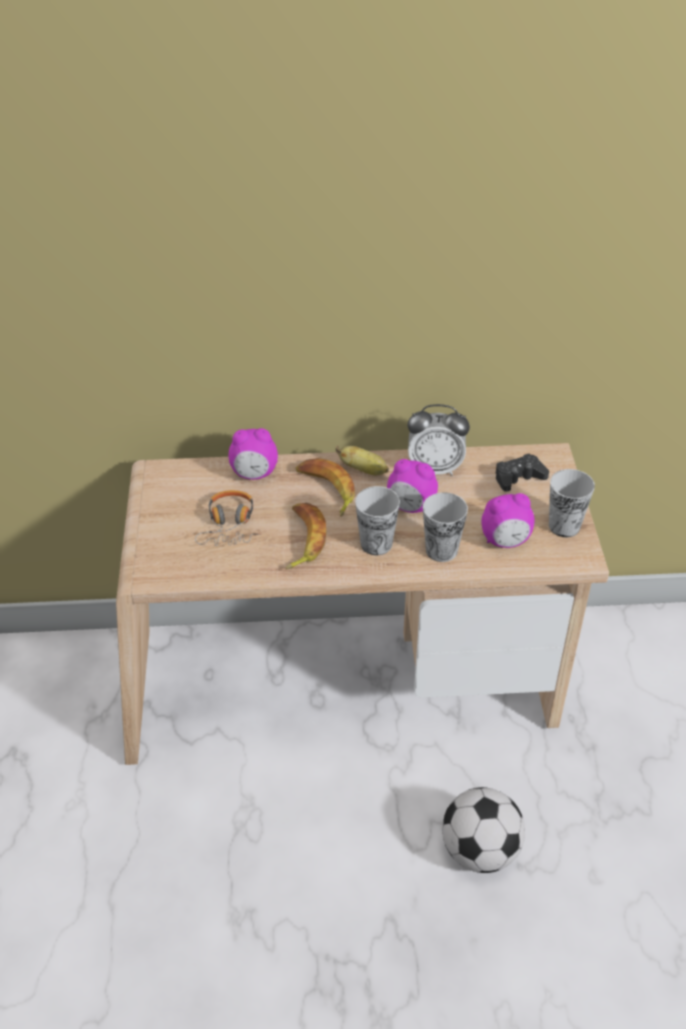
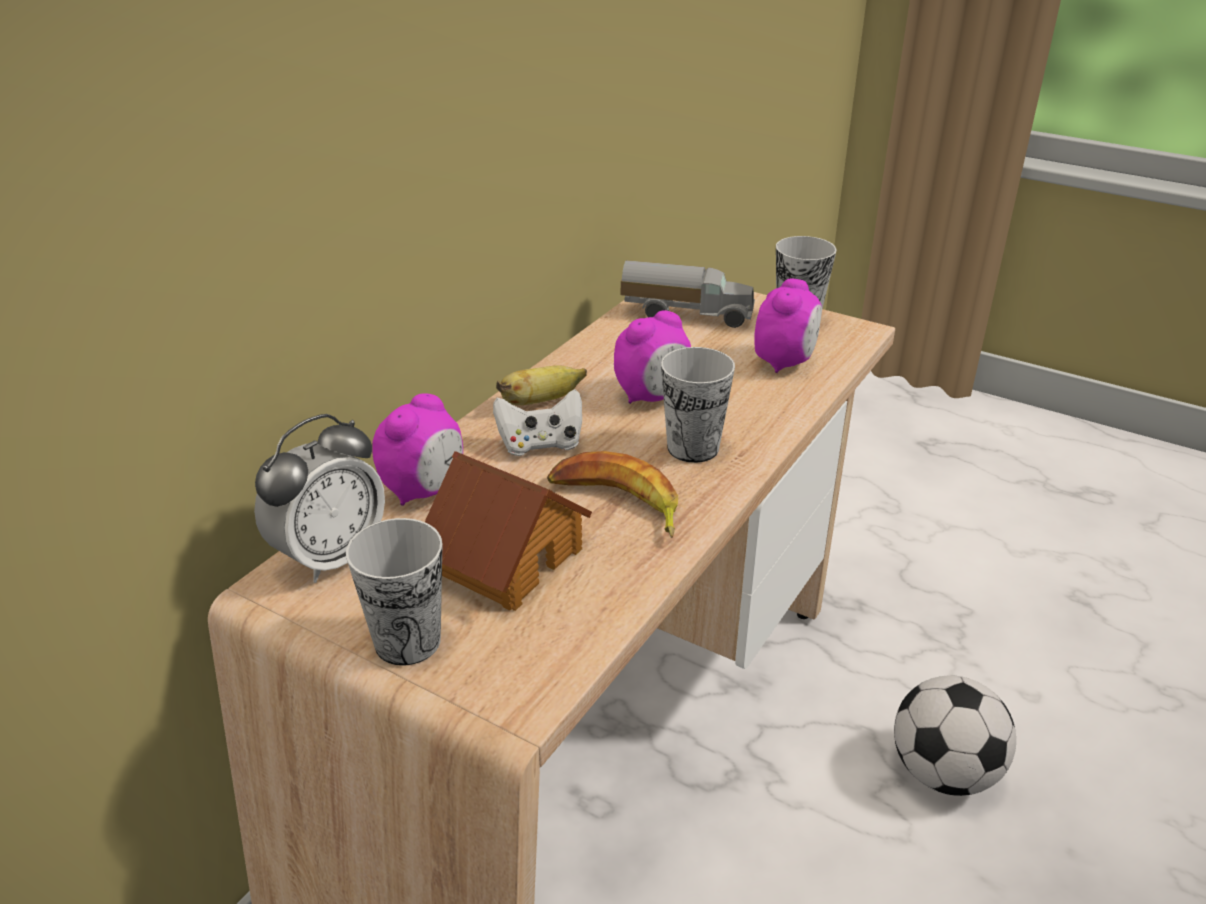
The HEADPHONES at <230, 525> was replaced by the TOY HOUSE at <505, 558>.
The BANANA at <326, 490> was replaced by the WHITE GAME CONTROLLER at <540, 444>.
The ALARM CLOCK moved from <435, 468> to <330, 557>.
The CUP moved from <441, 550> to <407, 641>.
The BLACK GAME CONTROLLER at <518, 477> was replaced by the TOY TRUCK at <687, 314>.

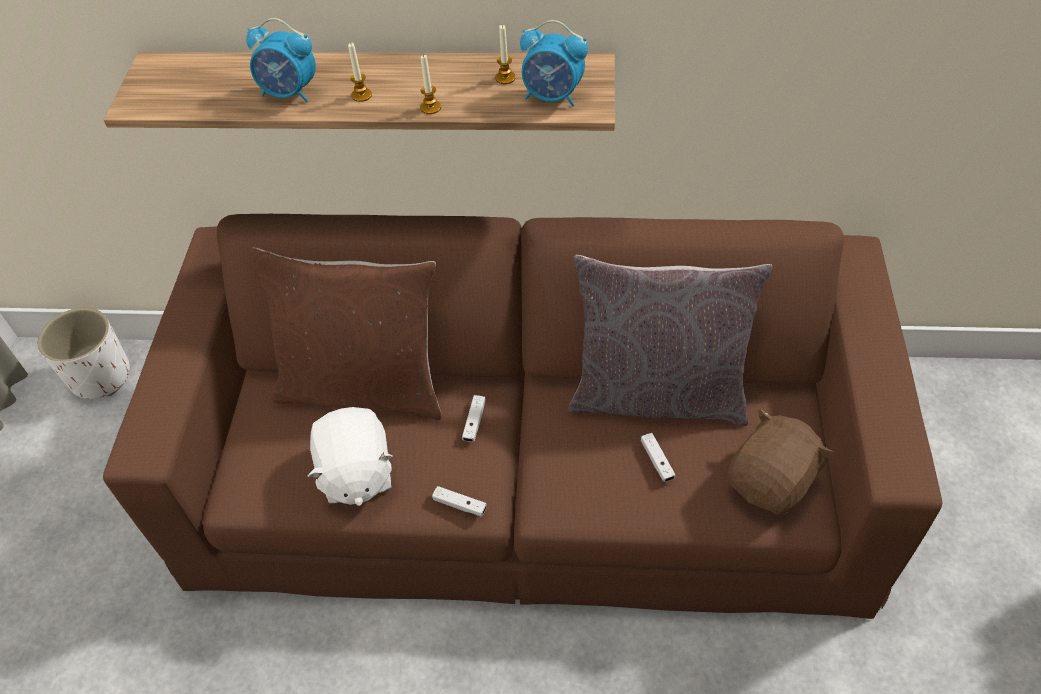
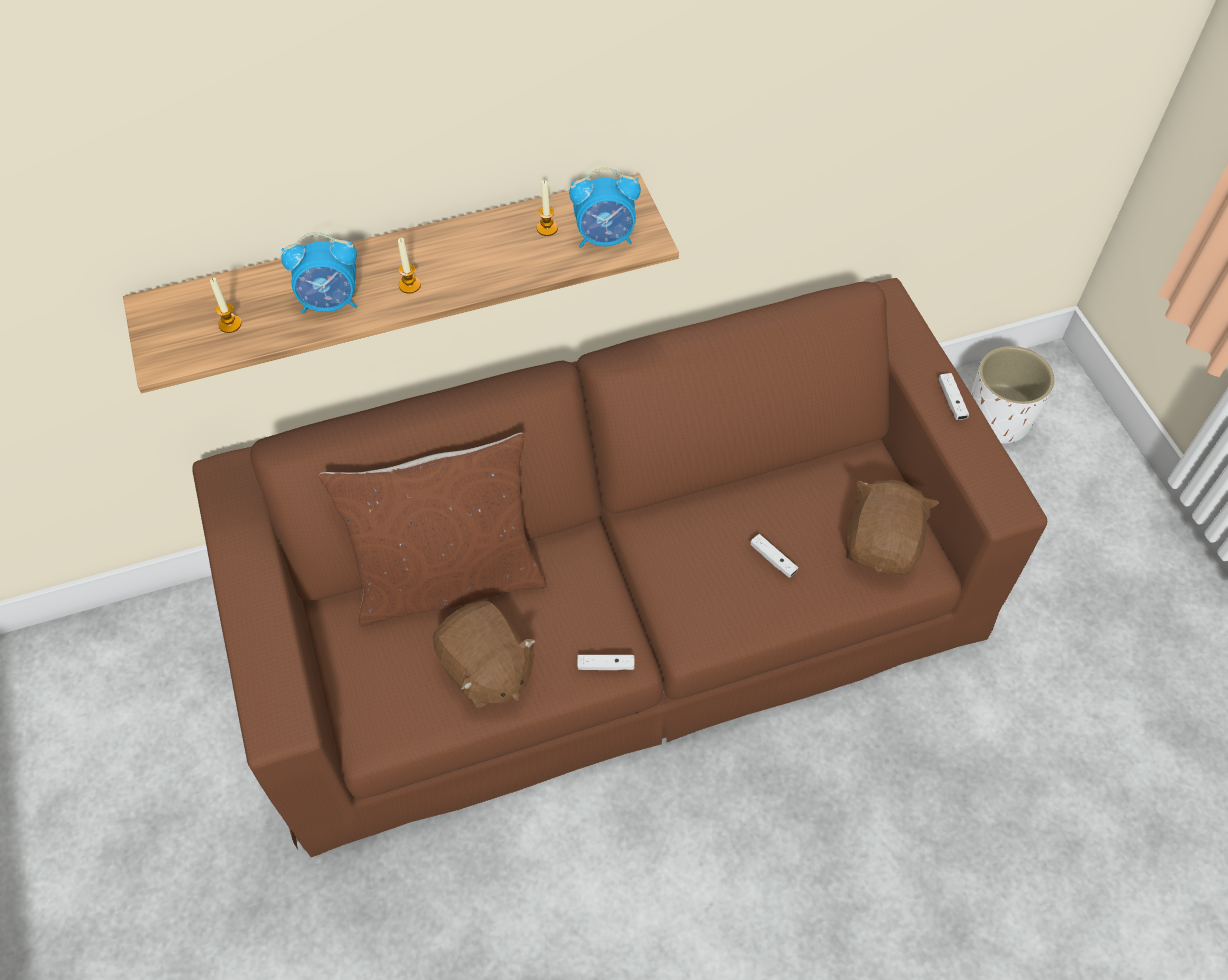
The WHITE PLANTER moved from <101, 376> to <997, 419>.
The WHITE PLUSH TOY at <355, 473> became the BROWN PLUSH TOY at <486, 670>.
The CANDLE moved from <430, 107> to <230, 324>.
The WHITE GAME CONTROLLER moved from <474, 422> to <951, 401>.
The GREY PILLOW at <657, 394> disappeared.

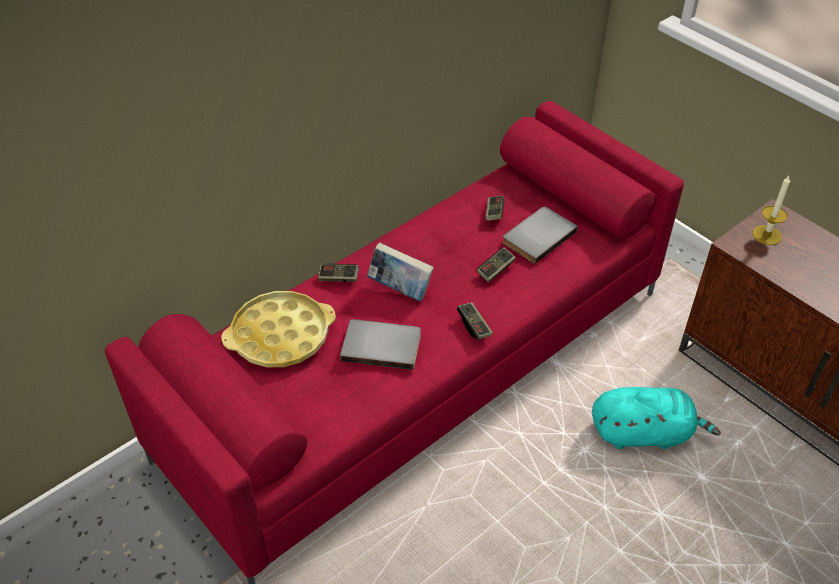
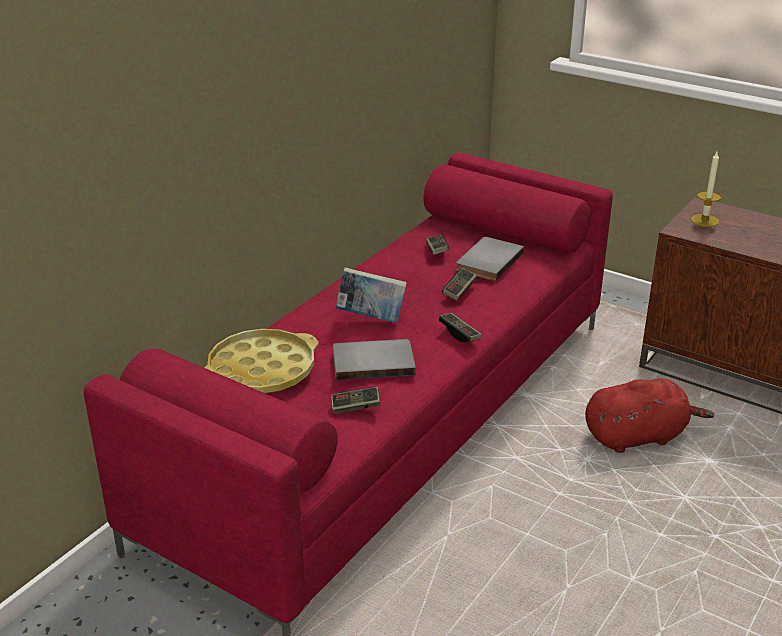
The GAME CONTROLLER moved from <338, 278> to <355, 407>.
The TURQUOISE PLUSH TOY at <644, 433> became the RED PLUSH TOY at <638, 437>.

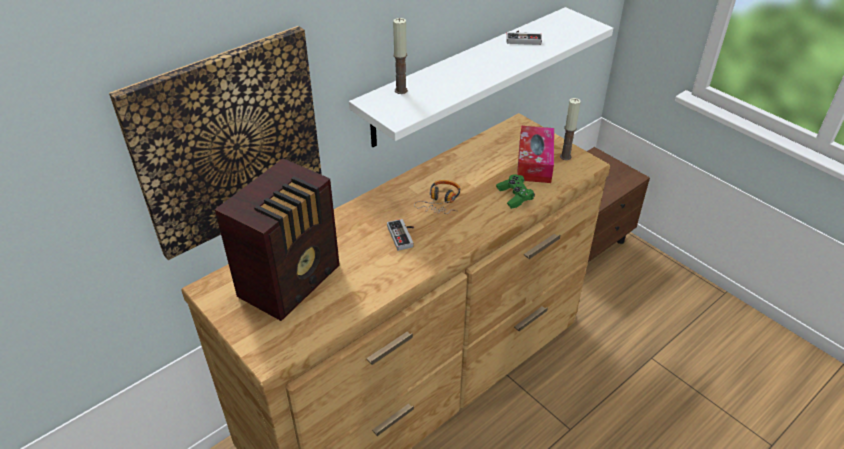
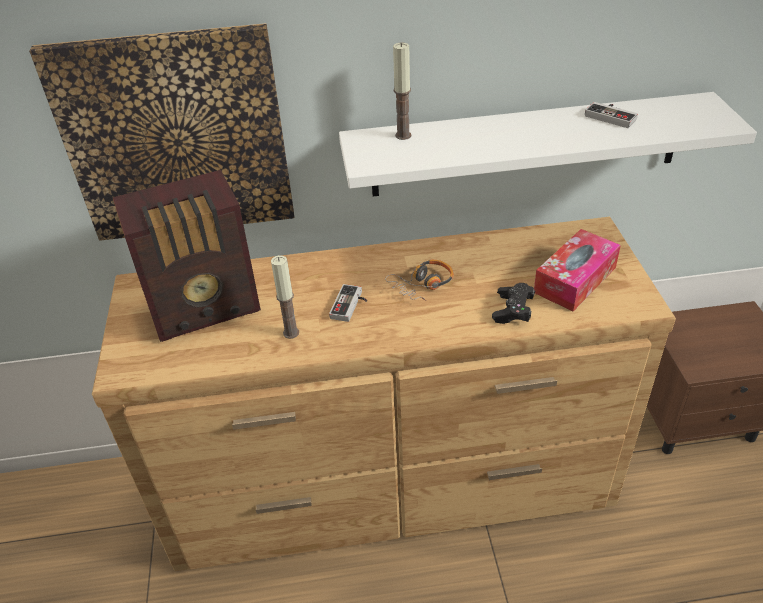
The GREEN GAME CONTROLLER at <514, 196> became the BLACK GAME CONTROLLER at <513, 310>.
The CANDLE moved from <565, 156> to <291, 333>.

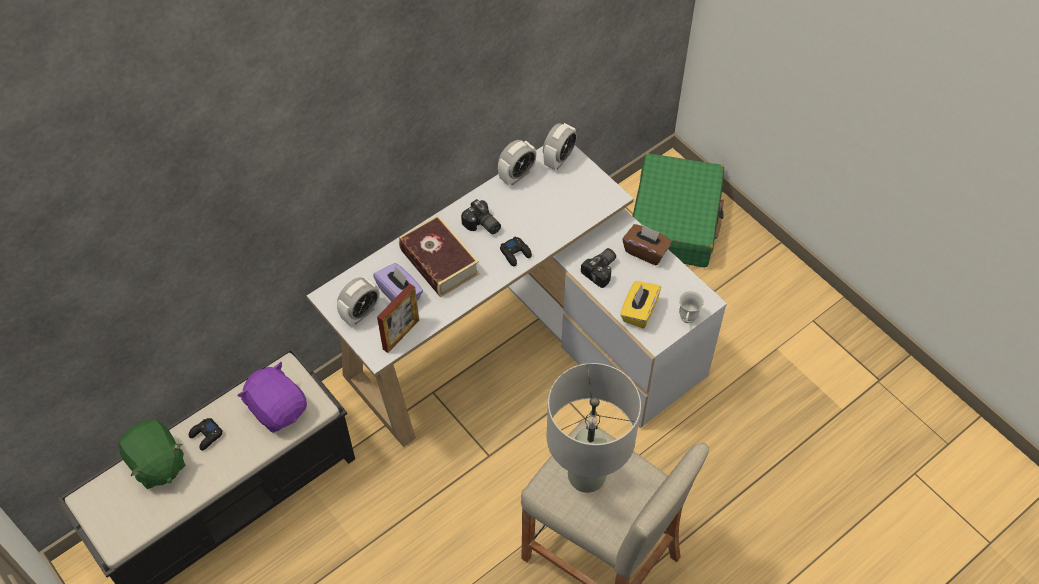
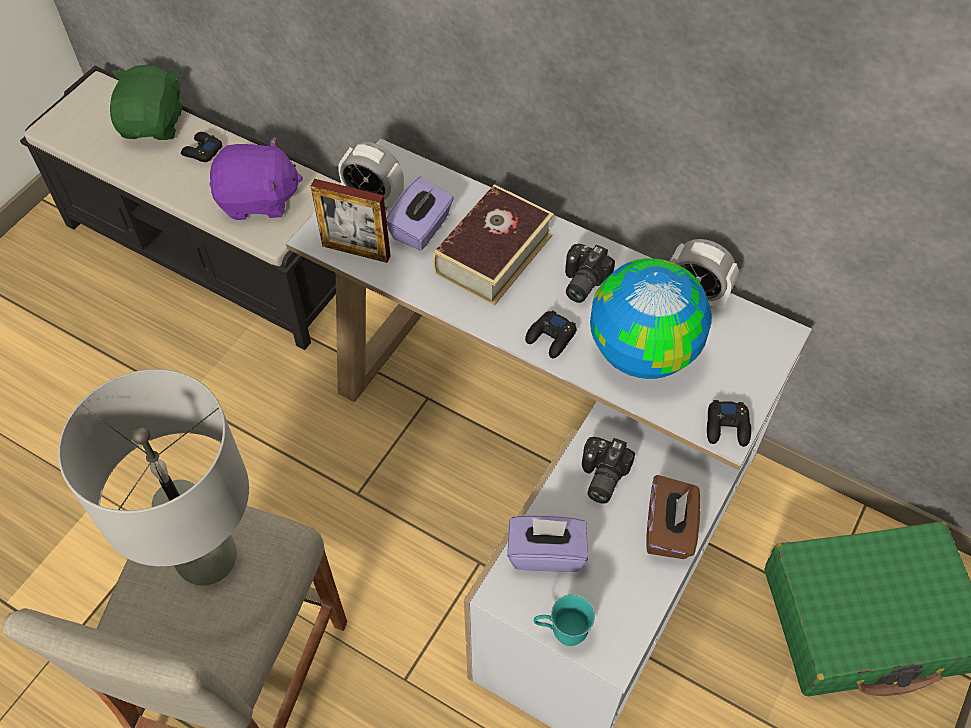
The GREEN PLUSH TOY at <156, 464> turned 150 degrees clockwise.
The PURPLE PLUSH TOY at <278, 408> turned 60 degrees clockwise.
The ALARM CLOCK at <559, 159> disappeared.
The PHOTO CAMERA at <602, 271> turned 90 degrees clockwise.
The YELLOW TISSUE BOX at <639, 311> became the PURPLE TISSUE BOX at <546, 552>.
The WHITE MUG at <687, 320> became the TURQUOISE MUG at <561, 633>.
The GLOBE at <641, 351> appeared.
The BLACK GAME CONTROLLER at <727, 427> appeared.

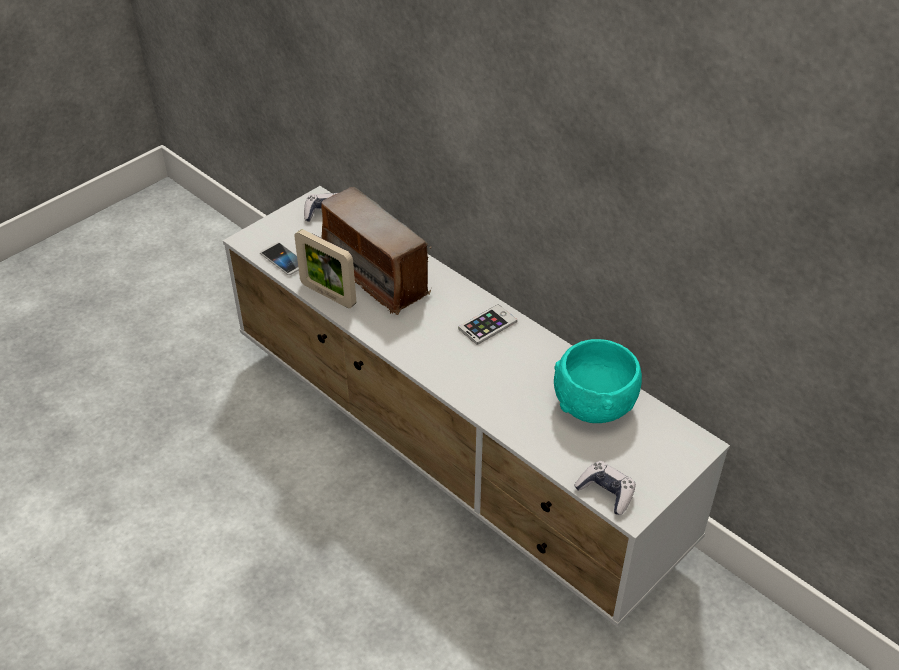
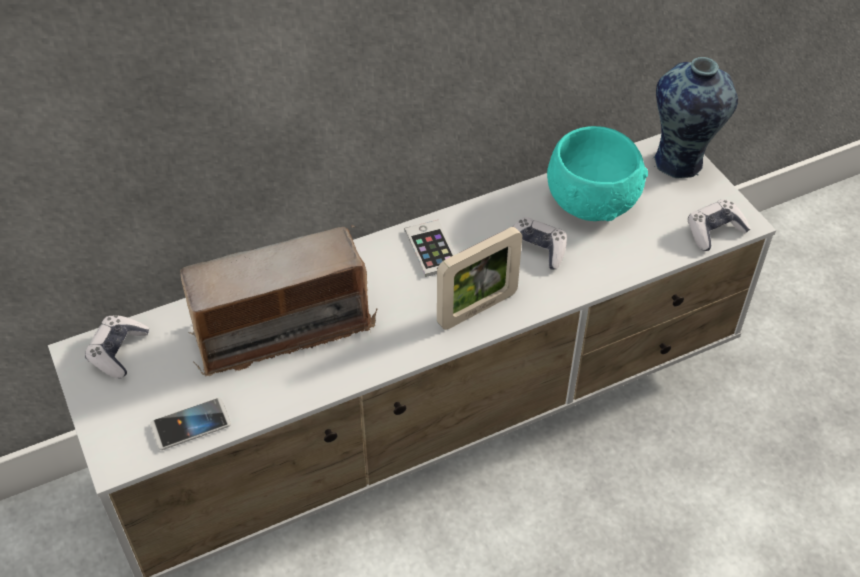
The PICTURE FRAME moved from <328, 294> to <477, 309>.
The GAME CONTROLLER at <536, 249> appeared.
The VASE at <681, 163> appeared.

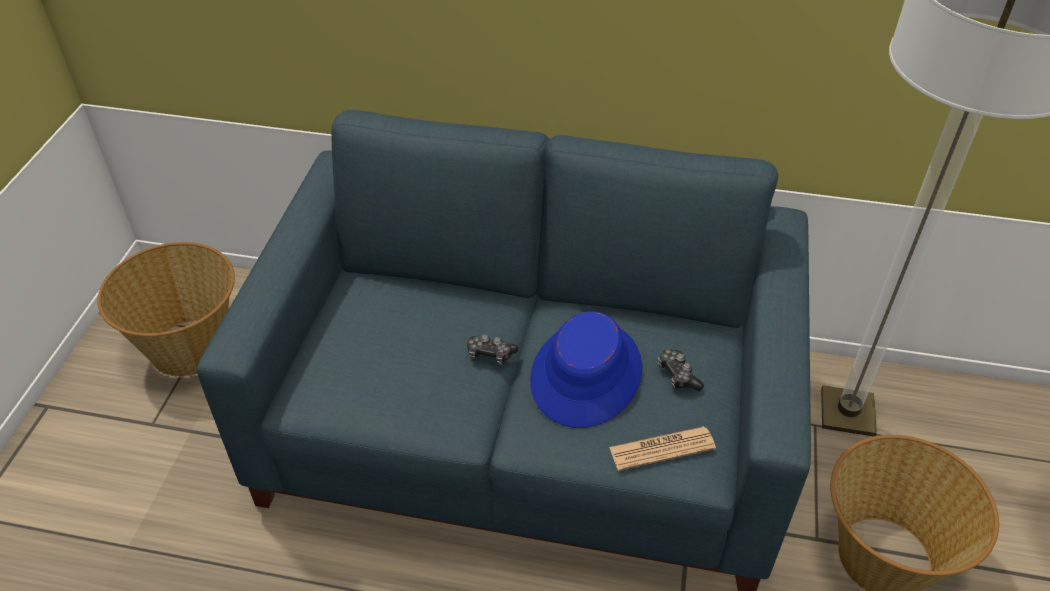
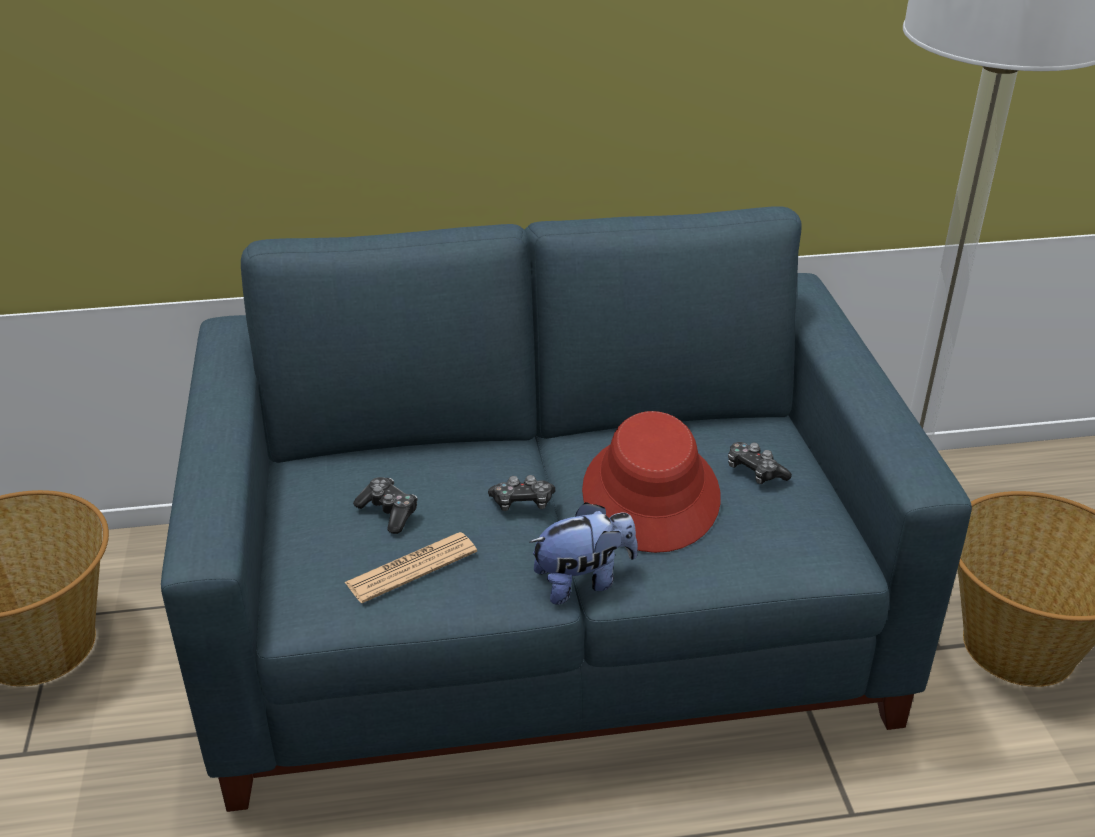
The BLUE HAT at <586, 374> became the RED HAT at <651, 494>.
The NEWSPAPER moved from <662, 449> to <411, 568>.
The GAME CONTROLLER at <389, 512> appeared.
The PLUSH TOY at <583, 581> appeared.

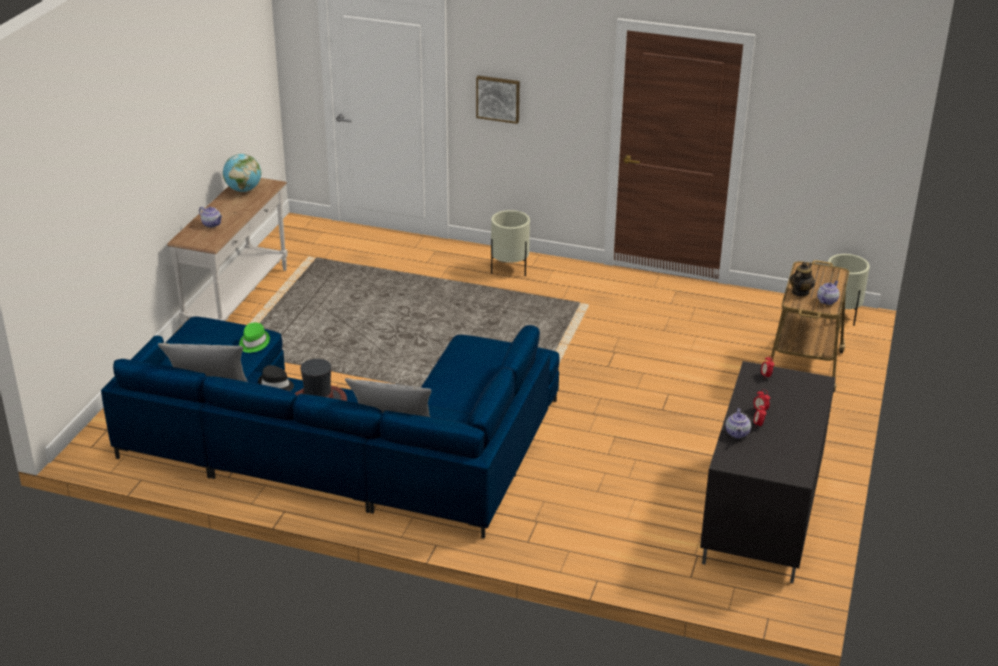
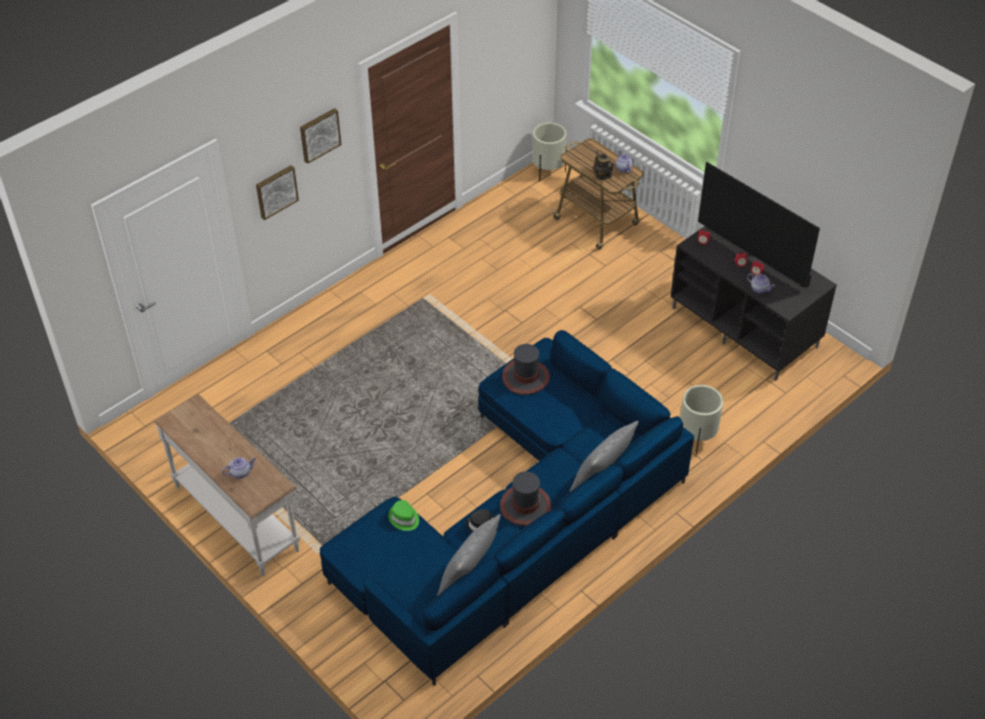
The GLOBE at <243, 190> disappeared.
The BEIGE PLANTER moved from <509, 269> to <697, 438>.
The PICTURE at <319, 134> appeared.
The HAT at <525, 377> appeared.
The TELEVISION at <756, 255> appeared.

